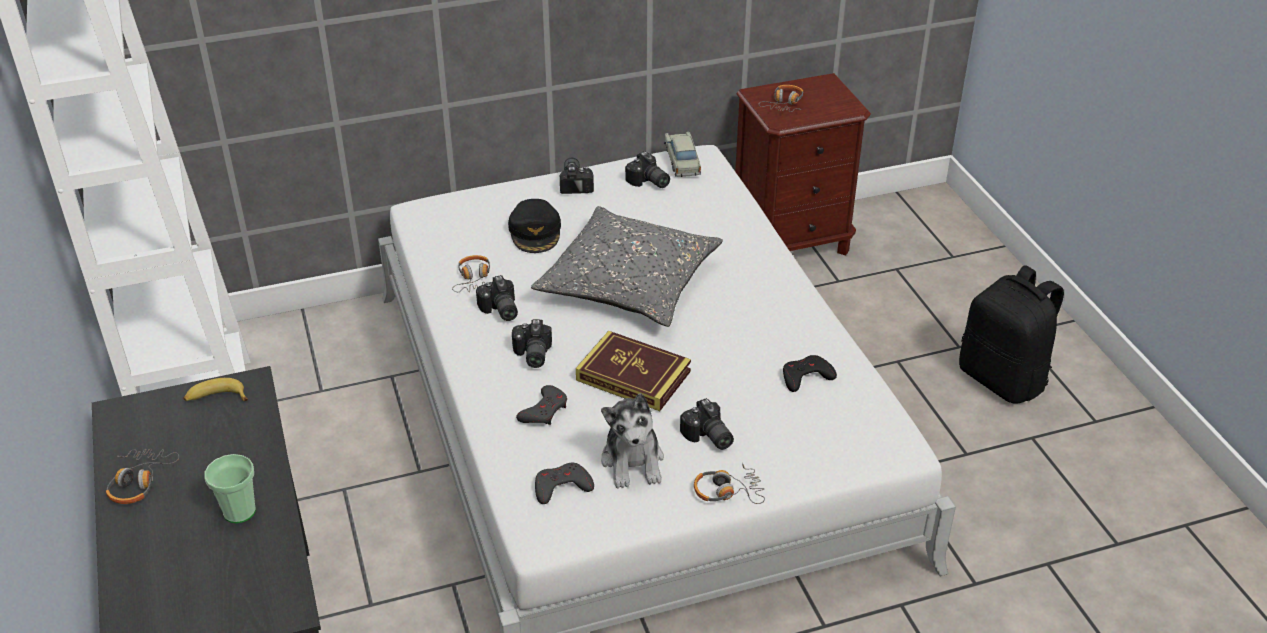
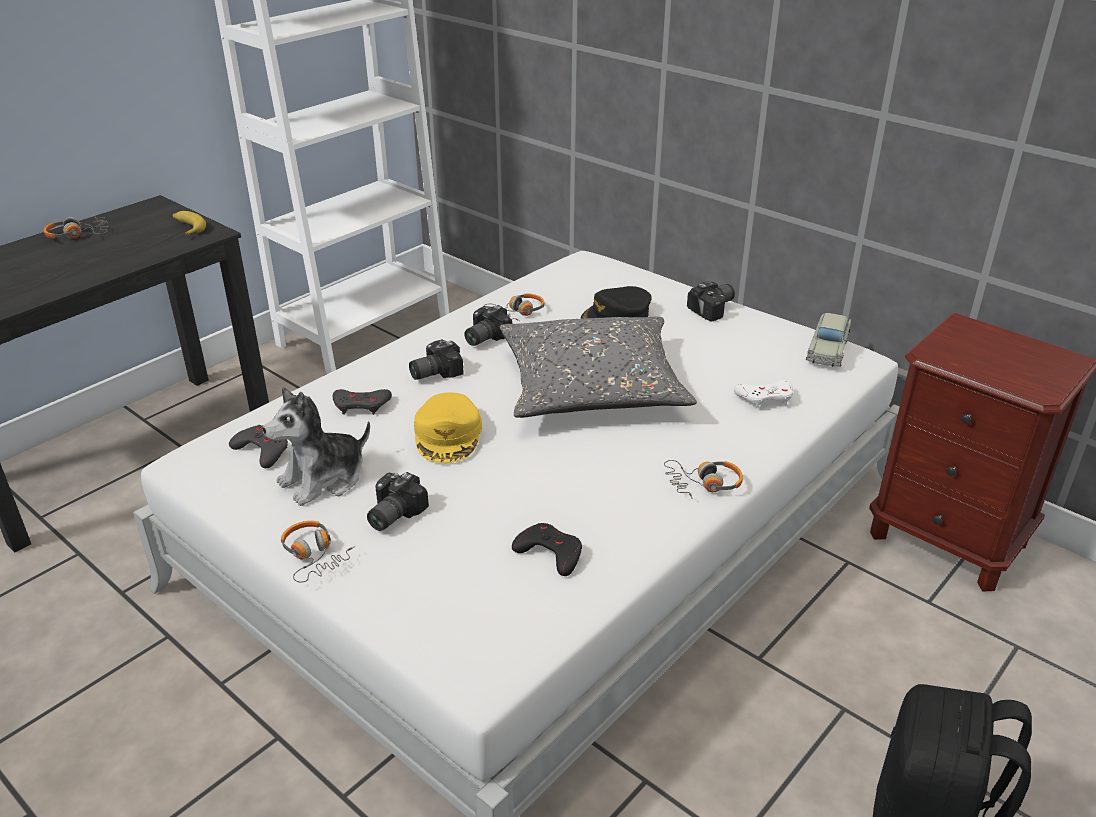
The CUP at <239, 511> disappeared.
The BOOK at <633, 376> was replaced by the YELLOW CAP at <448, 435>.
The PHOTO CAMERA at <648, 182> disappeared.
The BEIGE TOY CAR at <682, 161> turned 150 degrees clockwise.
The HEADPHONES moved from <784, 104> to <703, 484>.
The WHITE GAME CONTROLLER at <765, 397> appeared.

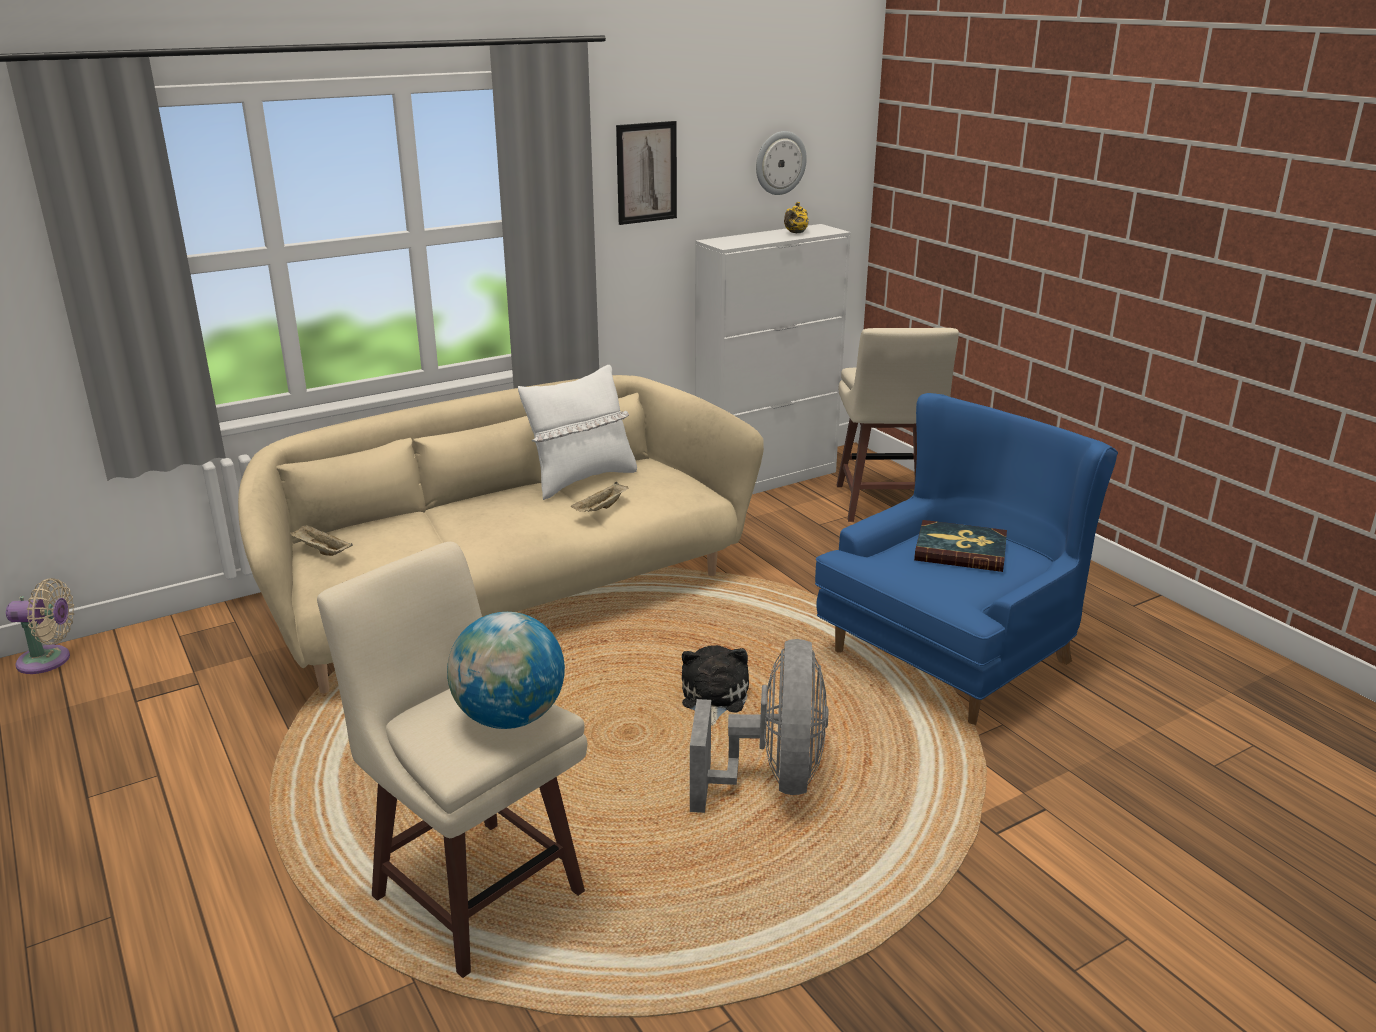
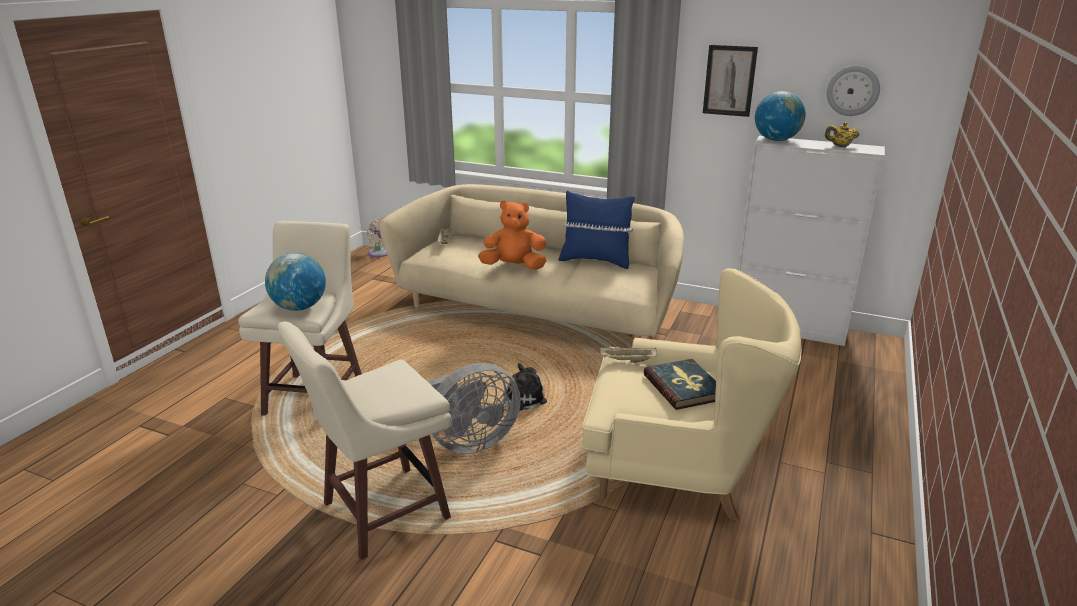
The WHITE PILLOW at <581, 480> became the BLUE PILLOW at <595, 261>.
The BEIGE TRAY moved from <601, 509> to <627, 361>.
The BLUE ARMCHAIR at <956, 654> became the BEIGE ARMCHAIR at <678, 466>.
The BEIGE STOOL moved from <884, 504> to <382, 512>.
The ORANGE PLUSH TOY at <514, 267> appeared.
The GLOBE at <776, 140> appeared.

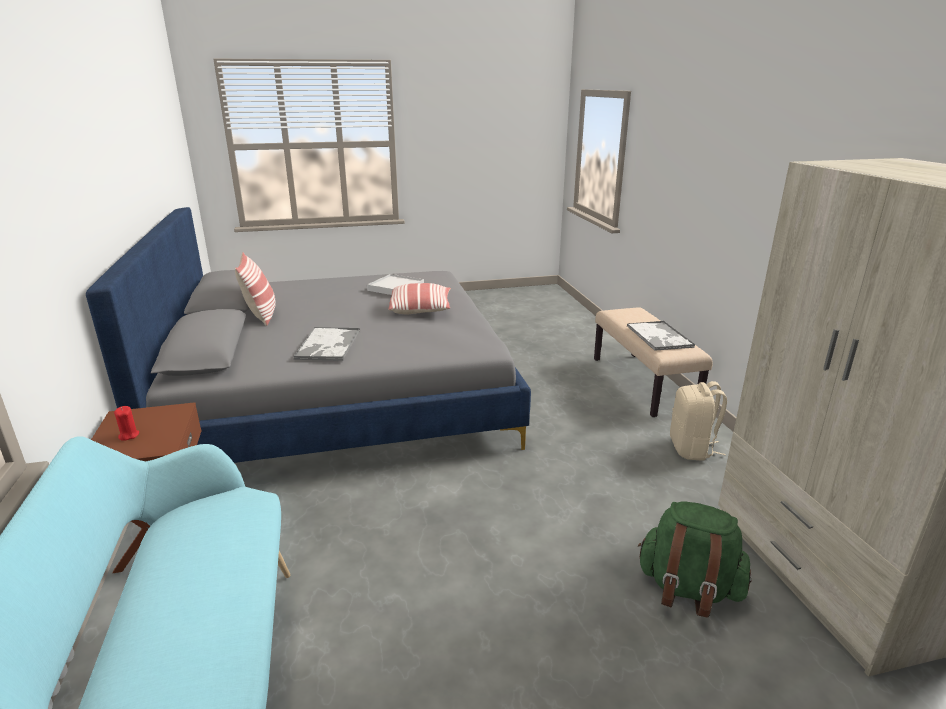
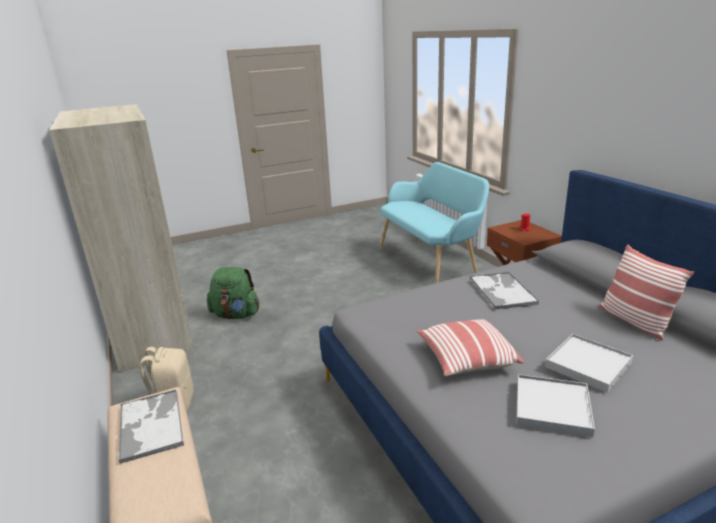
The WHITE TRAY at <588, 364> appeared.

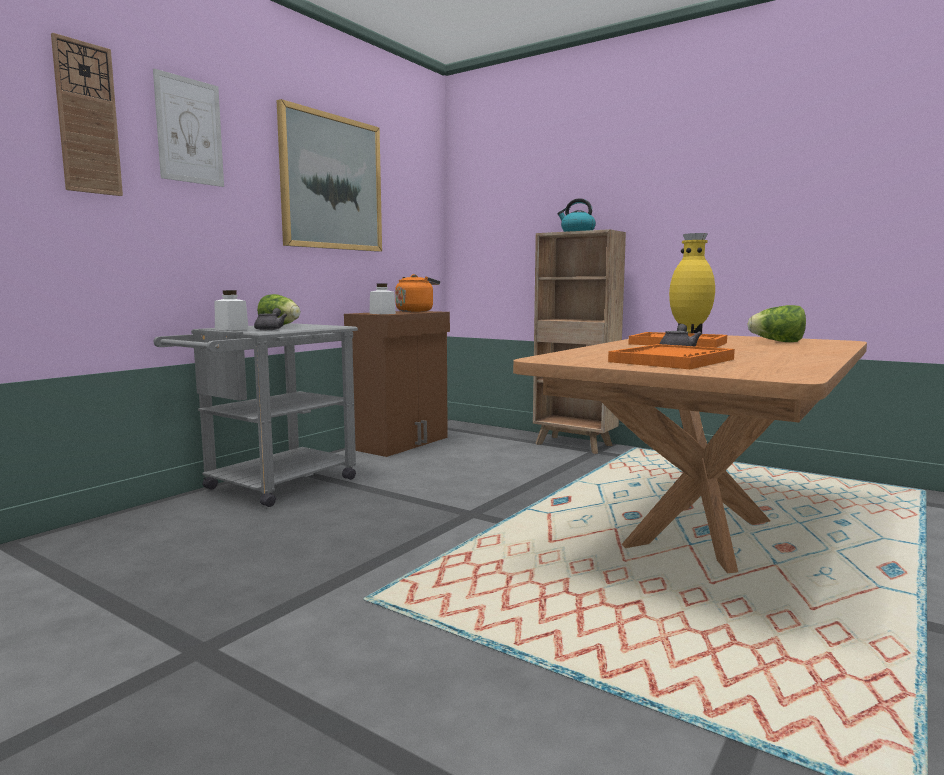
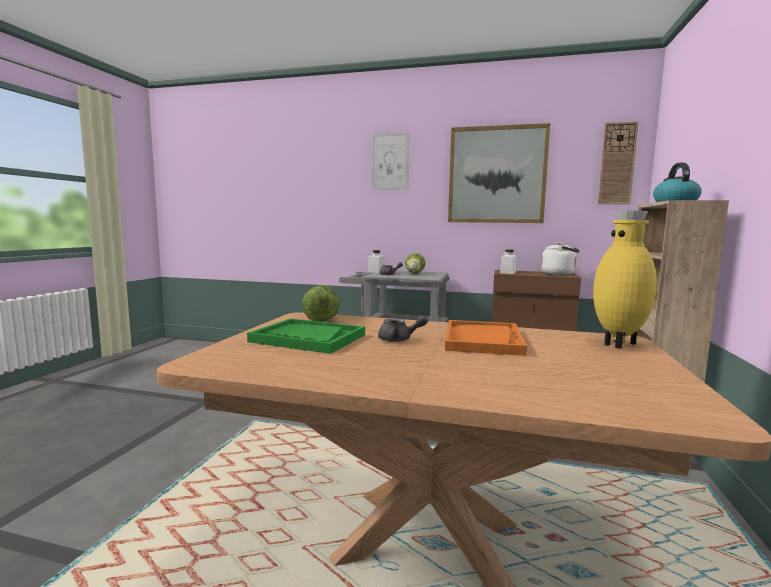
The WALL CLOCK moved from <87, 119> to <617, 164>.
The ORANGE KETTLE at <416, 311> became the WHITE KETTLE at <560, 274>.
The ORANGE TRAY at <672, 360> became the GREEN TRAY at <307, 338>.
The LETTUCE moved from <777, 342> to <322, 319>.

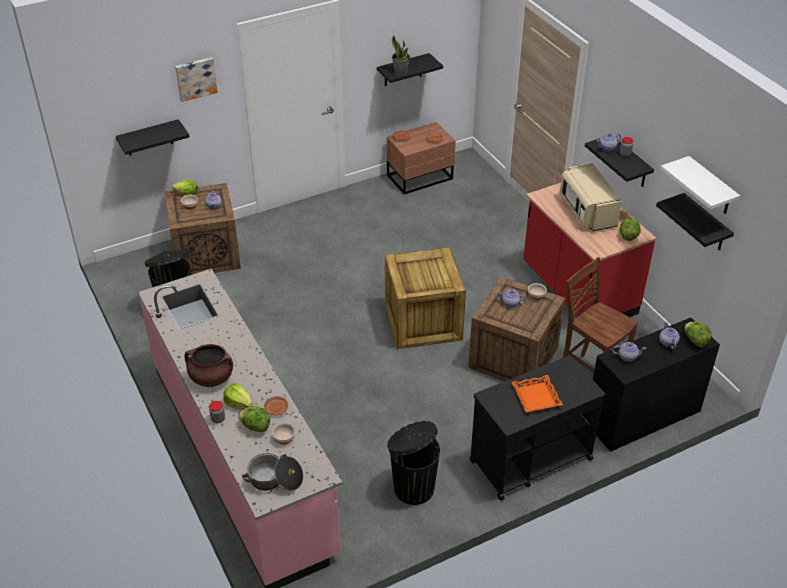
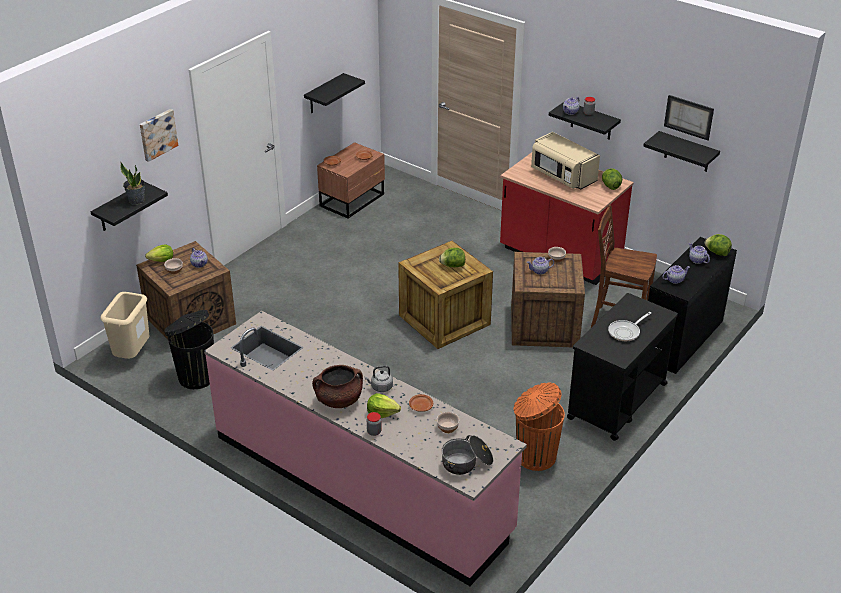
The LETTUCE moved from <255, 426> to <452, 266>.
The BLACK TRASH CAN at <412, 487> became the ORANGE TRASH CAN at <534, 456>.
The POTTED PLANT moved from <400, 71> to <136, 200>.
The ORANGE TRAY at <536, 397> was replaced by the FRYING PAN at <626, 332>.
The WHITE SHELF at <711, 187> was replaced by the PICTURE at <688, 117>.
The BEIGE TRASH CAN at <132, 355> appeared.
The GREY KETTLE at <380, 387> appeared.

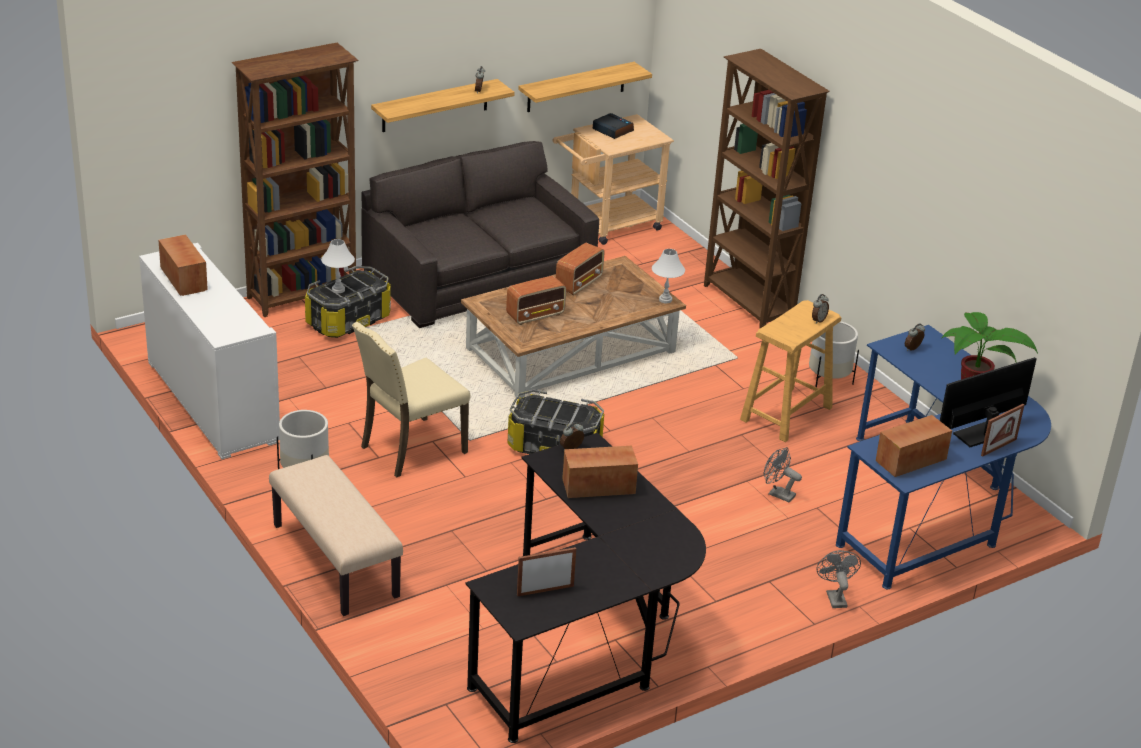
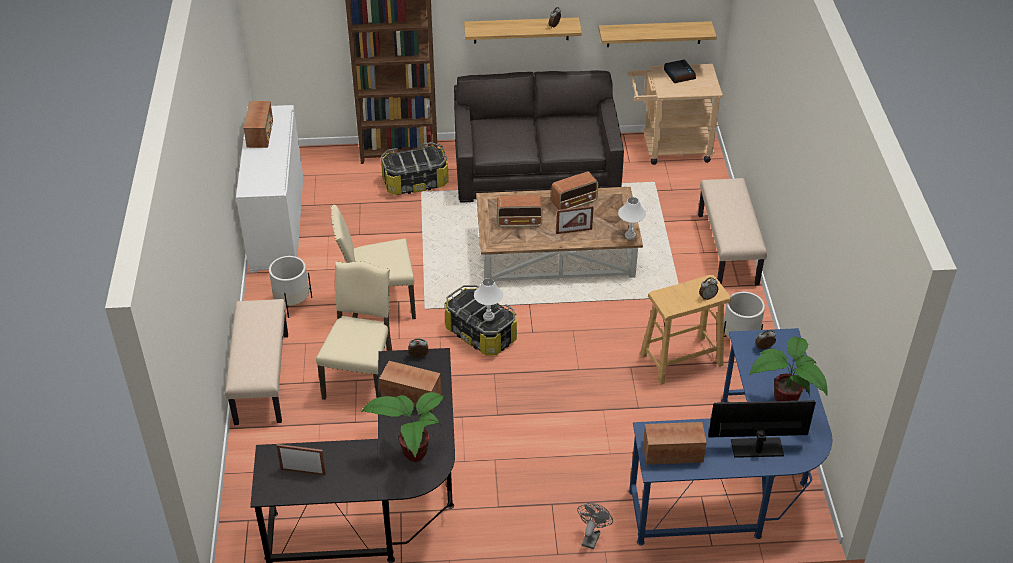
The WHITE TABLE LAMP moved from <338, 290> to <488, 317>.
The BROWN BOOKCASE at <748, 304> was replaced by the BEIGE BENCH at <728, 249>.
The GREY FAN at <777, 494> disappeared.
The PICTURE FRAME moved from <998, 447> to <574, 231>.
The BEIGE CHAIR at <361, 377> appeared.
The POTTED PLANT at <411, 455> appeared.

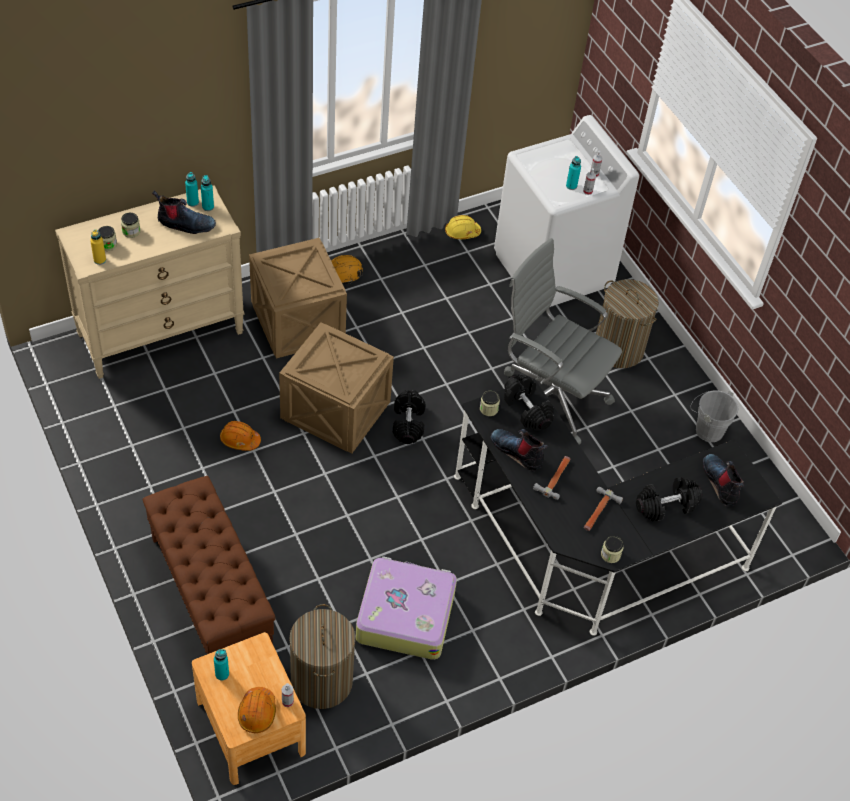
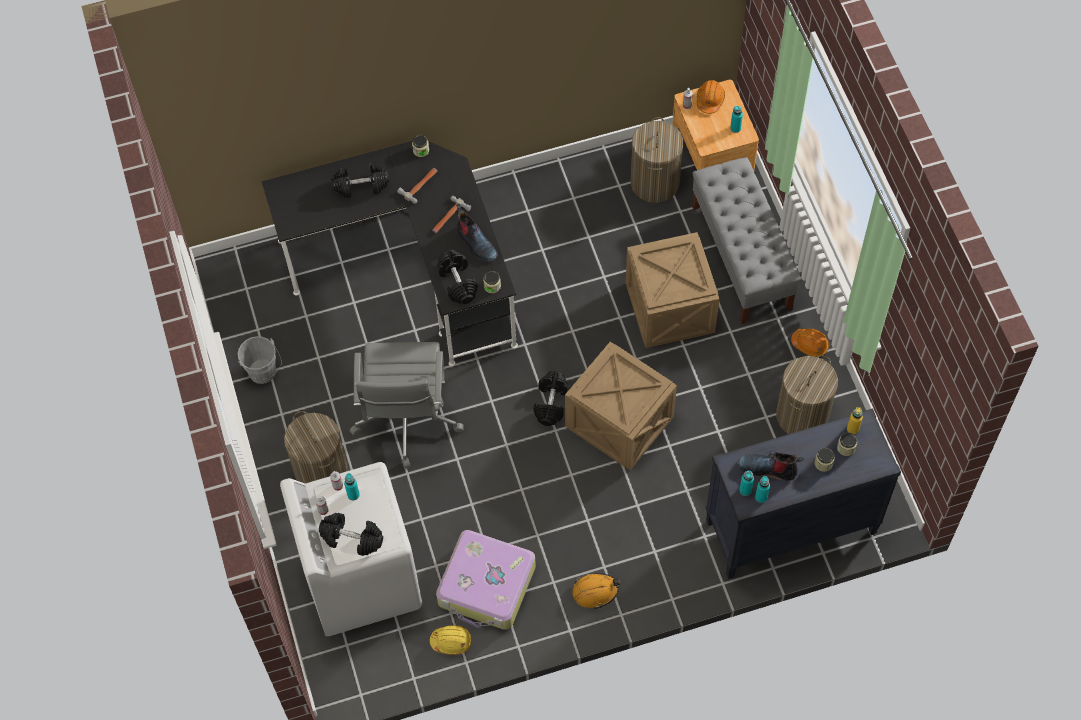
The BEIGE DRESSER at <161, 333> became the BLACK DRESSER at <789, 528>.
The BROWN BENCH at <210, 594> became the GREY BENCH at <741, 258>.
The ORANGE HARD HAT moved from <240, 440> to <810, 344>.
The CRATE moved from <297, 321> to <670, 309>.
The SUITCASE moved from <405, 615> to <487, 586>.
The GREY OFFICE CHAIR at <550, 398> turned 45 degrees clockwise.
The BOOT at <721, 483> disappeared.
The BLACK DUMBBELL at <351, 539> appeared.
The LAUNDRY BASKET at <802, 415> appeared.

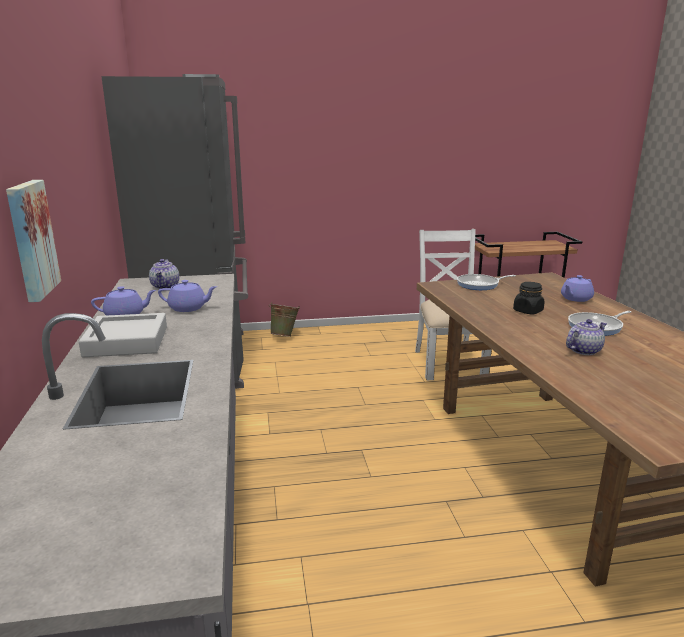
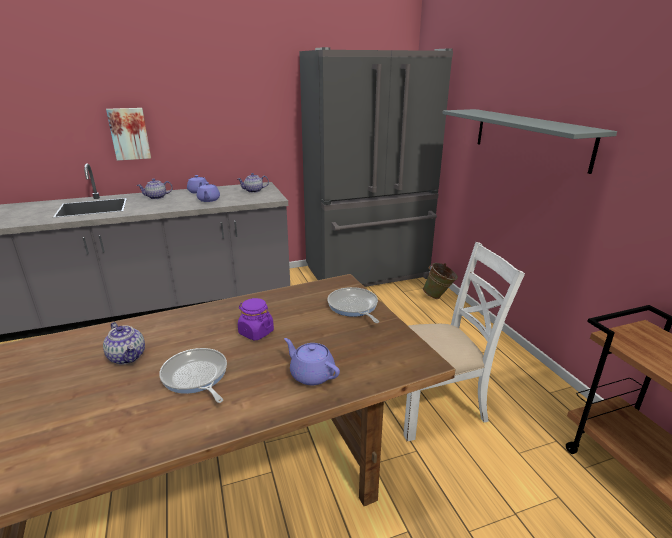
The GREY TRAY at <126, 341> was replaced by the TEAPOT at <156, 197>.
The BLACK JAR at <528, 311> became the PURPLE JAR at <256, 332>.
The GREY SHELF at <529, 137> appeared.

